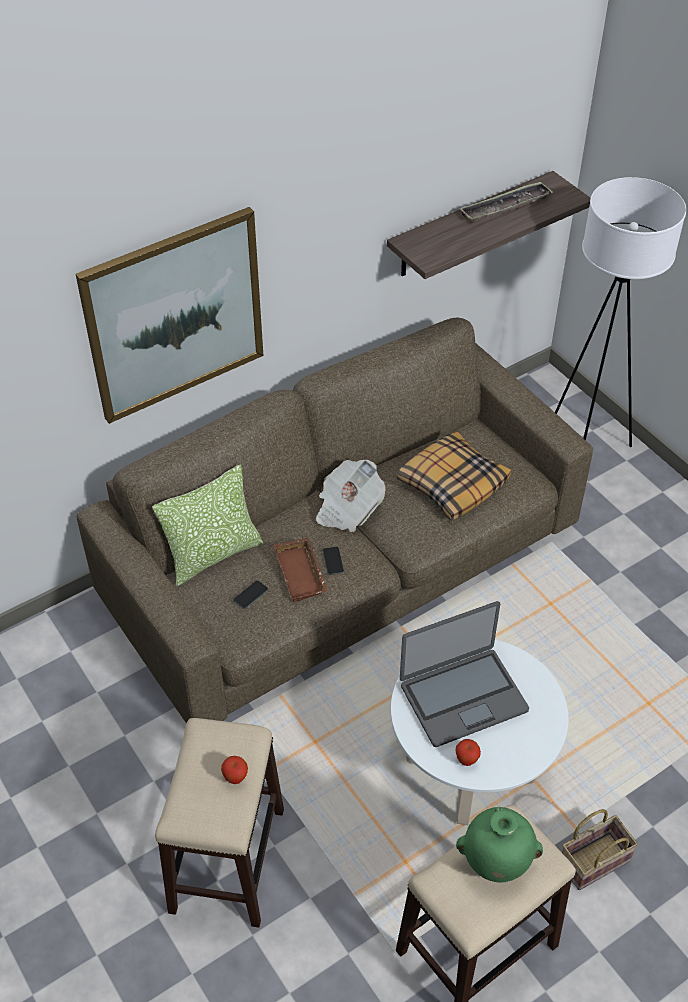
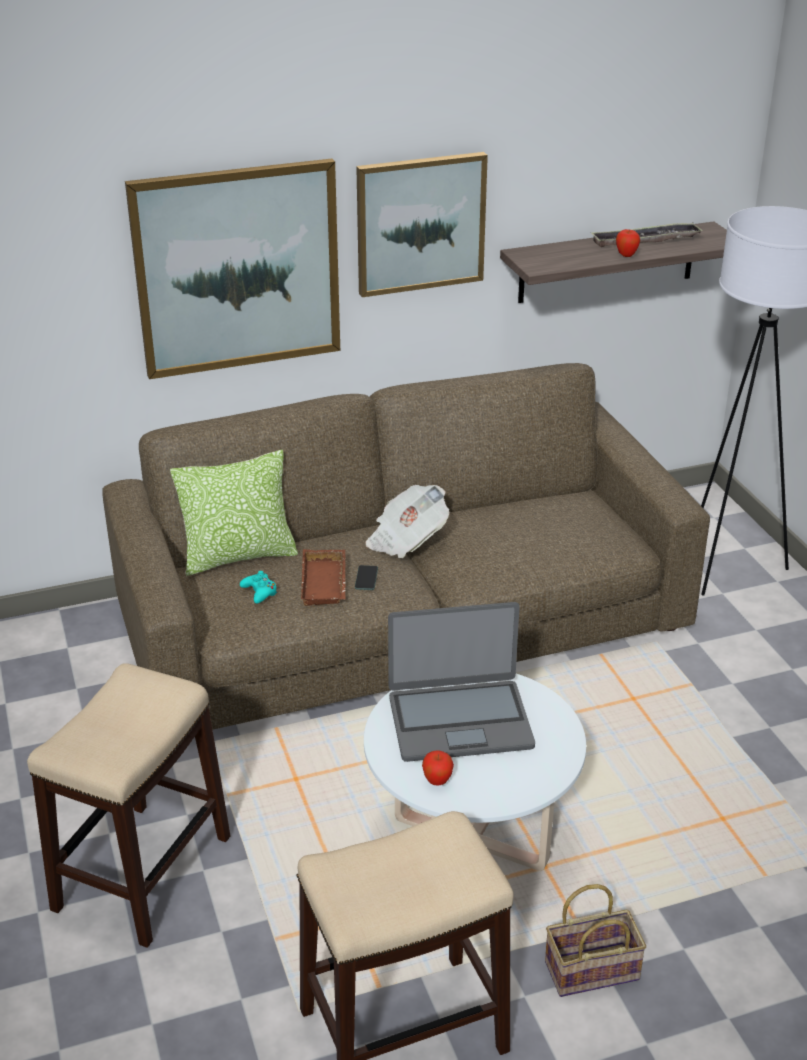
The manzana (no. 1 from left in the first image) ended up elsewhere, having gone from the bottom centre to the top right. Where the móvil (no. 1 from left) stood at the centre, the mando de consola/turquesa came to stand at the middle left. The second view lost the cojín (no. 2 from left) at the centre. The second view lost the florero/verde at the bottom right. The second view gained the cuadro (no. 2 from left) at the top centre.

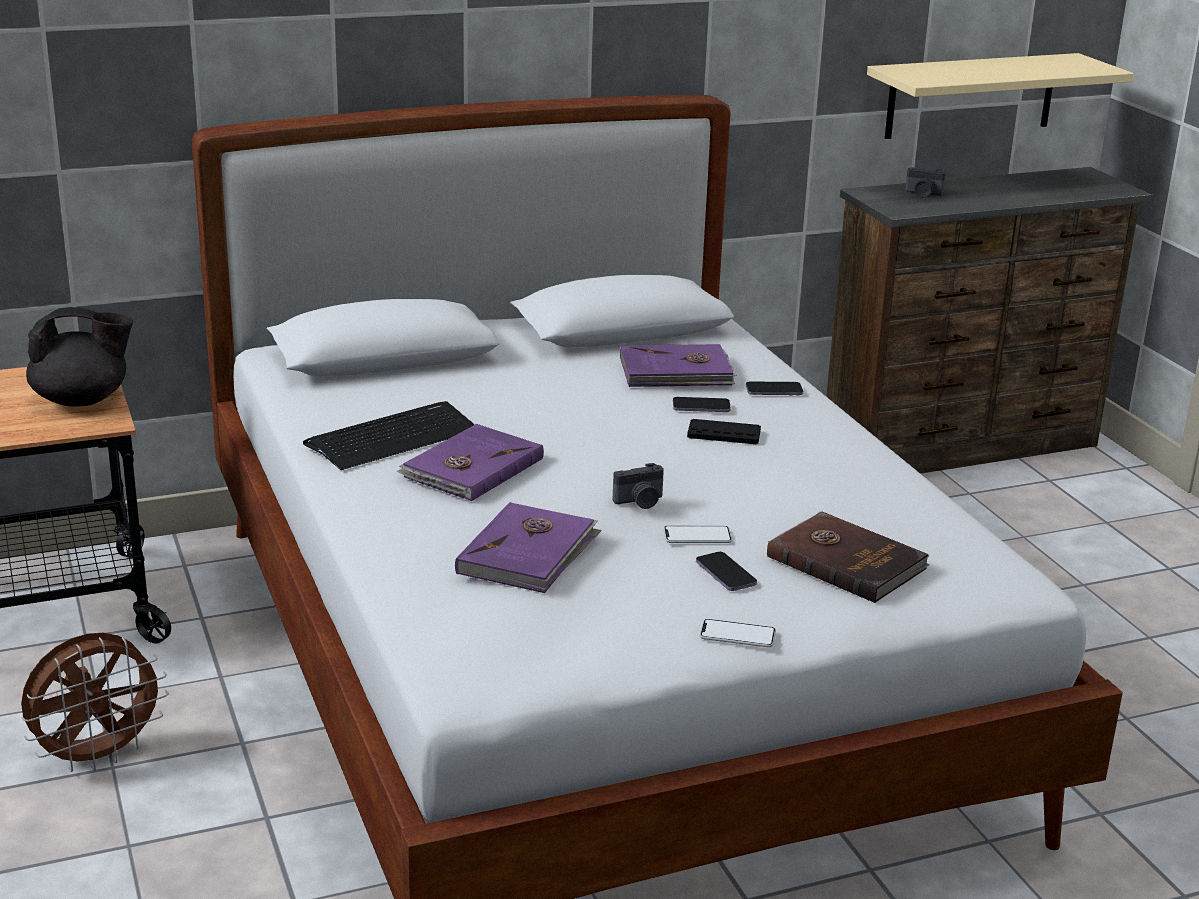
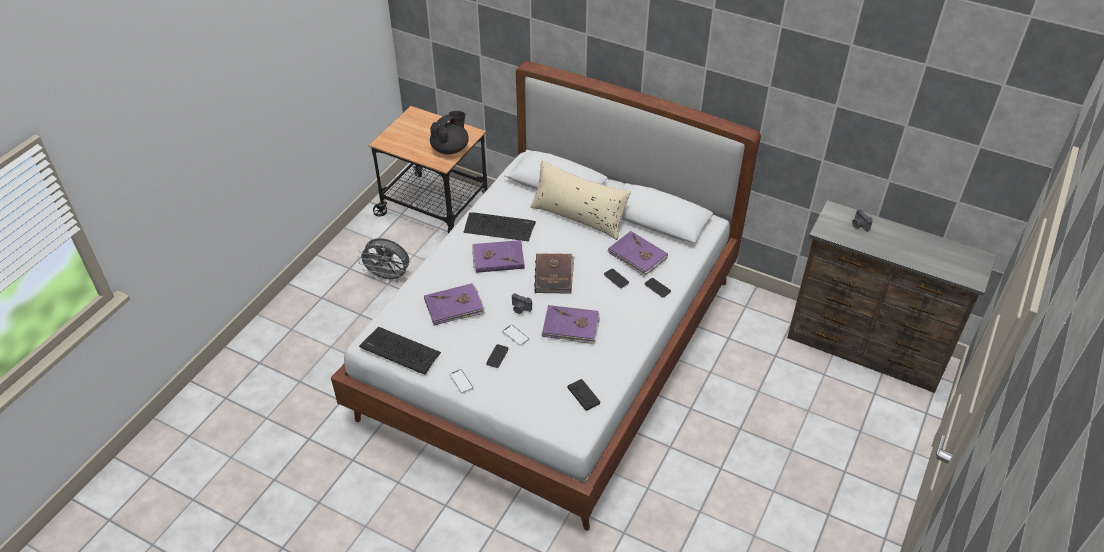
What was the ventilador/marrón at the bottom left turned into the ventilador/gris at the centre. The tetera/negro at the middle left ended up facing another way, 90 degrees counterclockwise from before. The mando de consola/negro ended up elsewhere, having gone from the centre to the bottom centre. The libro/marrón ended up elsewhere, having gone from the middle right to the centre. The second view lost the estante/beis at the top right. The second view gained the teclado (no. 1 from left) at the centre. The second view gained the cojín/beis at the centre. The second view gained the libro/morado (no. 3 from left) at the centre.

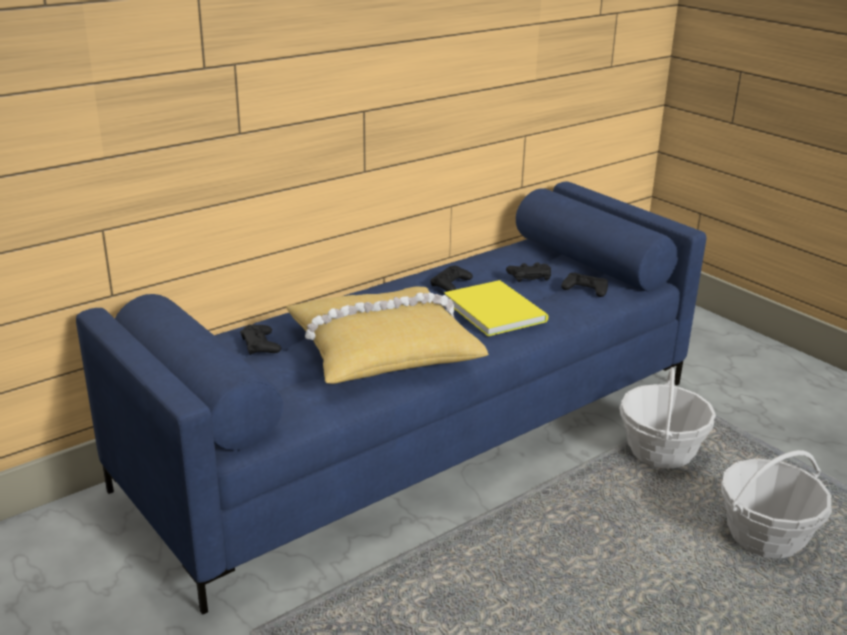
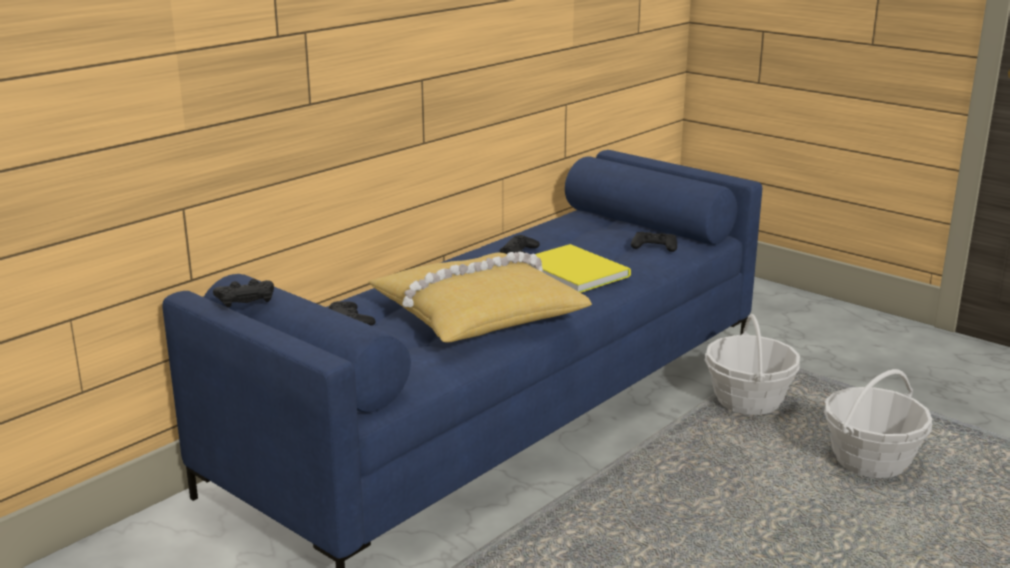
The mando de consola/negro (no. 3 from left in the first image) ended up elsewhere, having gone from the centre to the middle left.

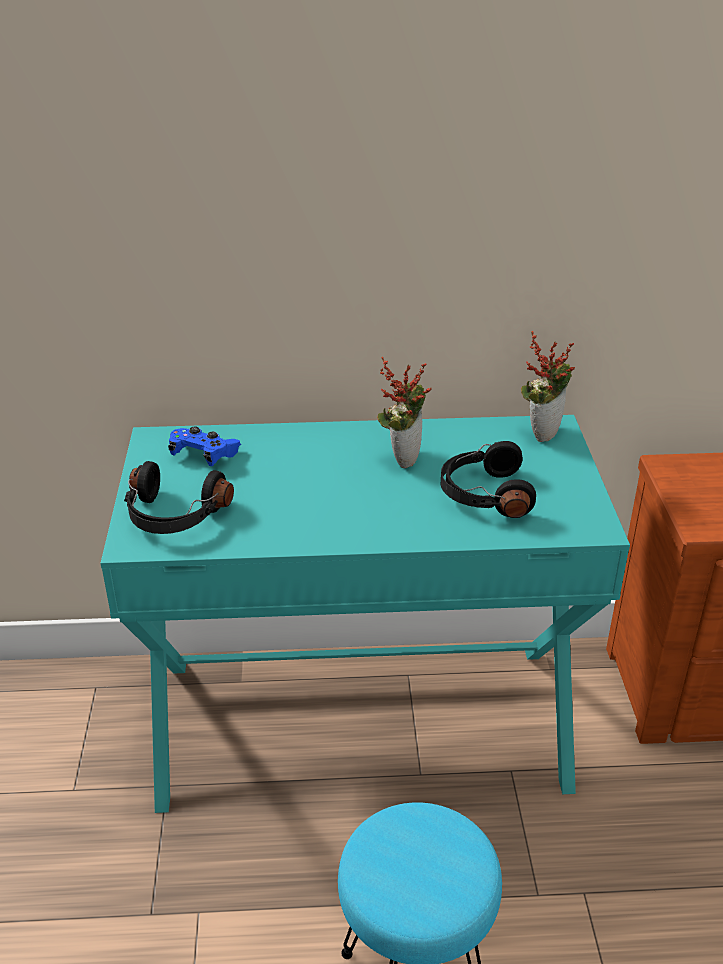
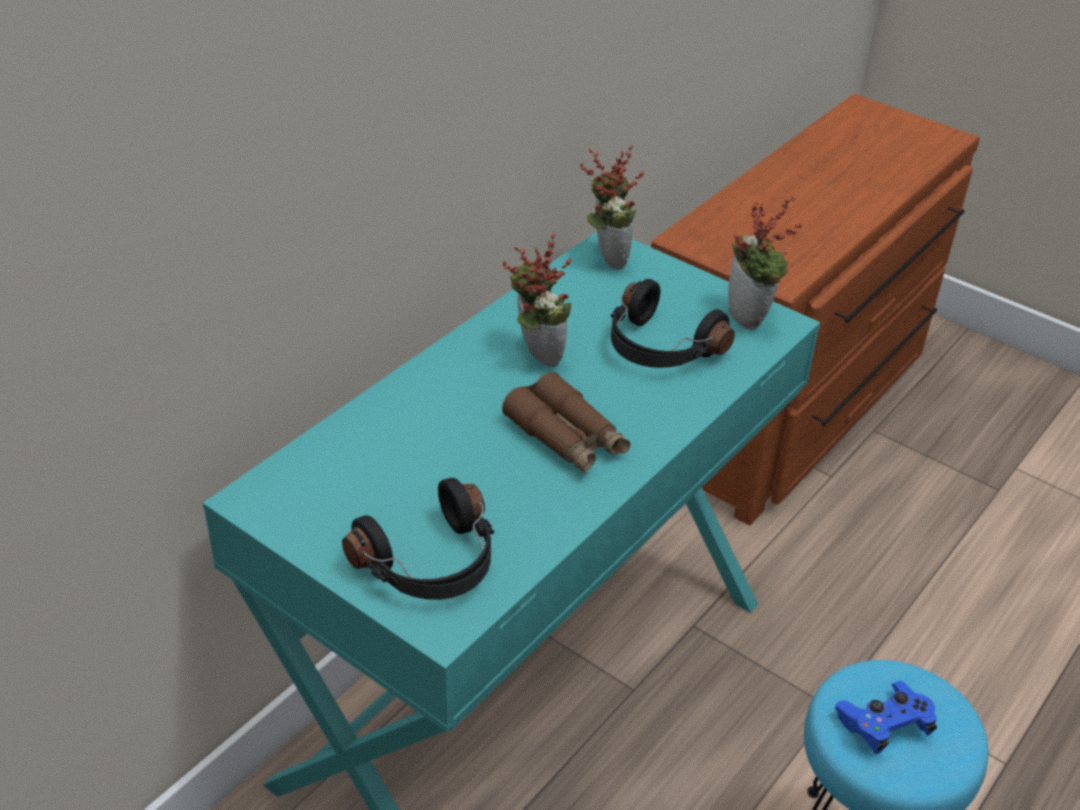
The mando de consola/azul ended up elsewhere, having gone from the middle left to the bottom right. The second view gained the prismáticos/marrón at the centre. The second view gained the planta en maceta (no. 3 from left) at the top right.

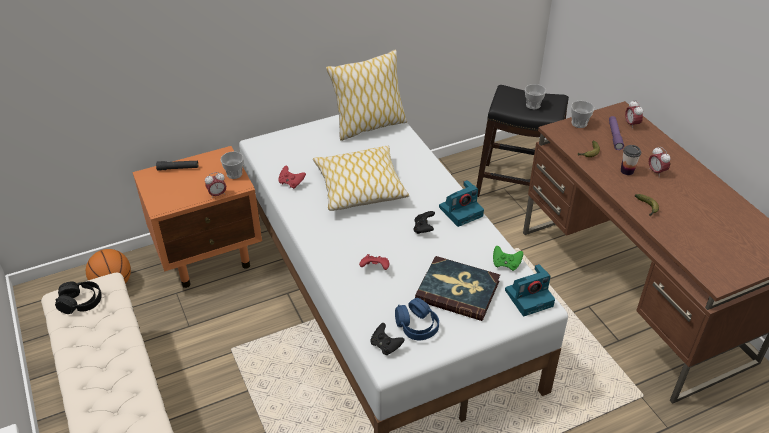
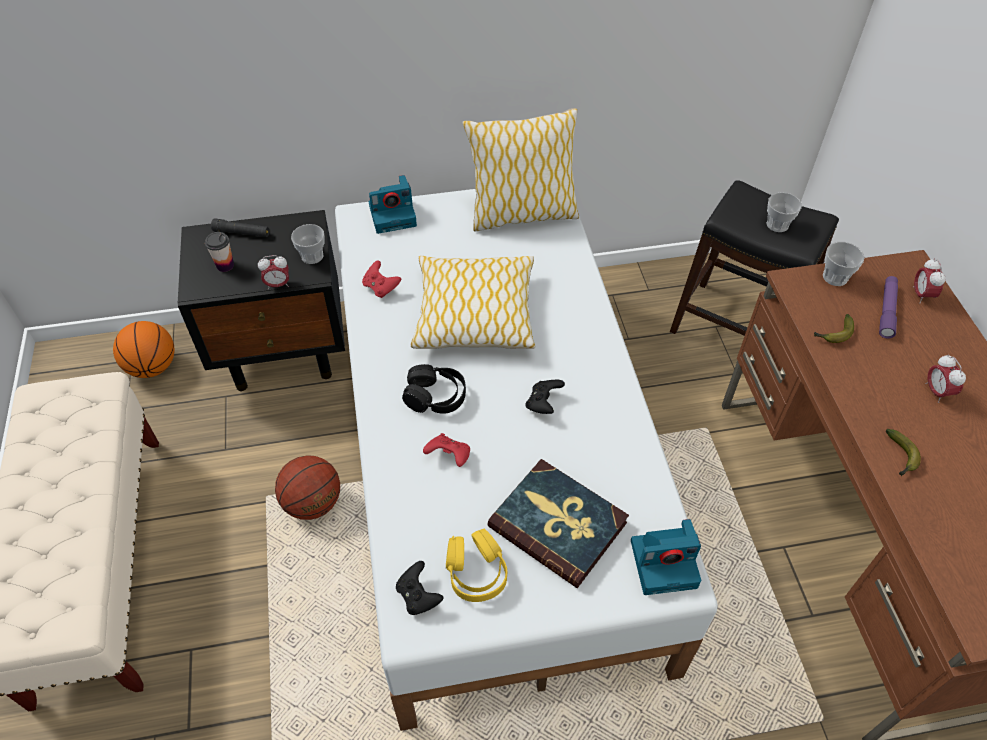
The auriculares/negro ended up elsewhere, having gone from the bottom left to the centre. What was the mesita de noche/naranja at the middle left turned into the mesita de noche/negro at the middle left. What was the auriculares/azul at the bottom centre turned into the auriculares/amarillo at the bottom centre. The cámara (no. 1 from left) ended up elsewhere, having gone from the centre to the top centre. The second view lost the mando de consola/verde at the centre. The taza (no. 4 from left in the first image) ended up elsewhere, having gone from the middle right to the middle left. The second view gained the balón de baloncesto (no. 2 from left) at the middle left.

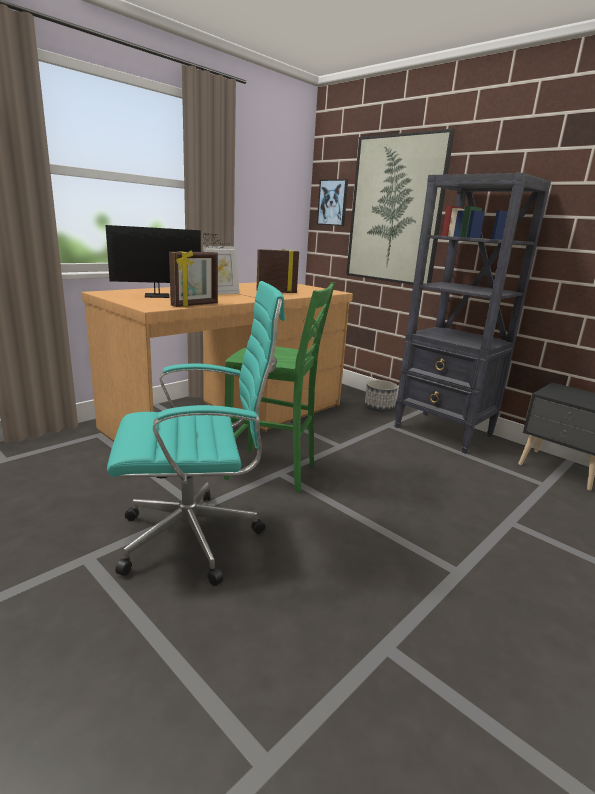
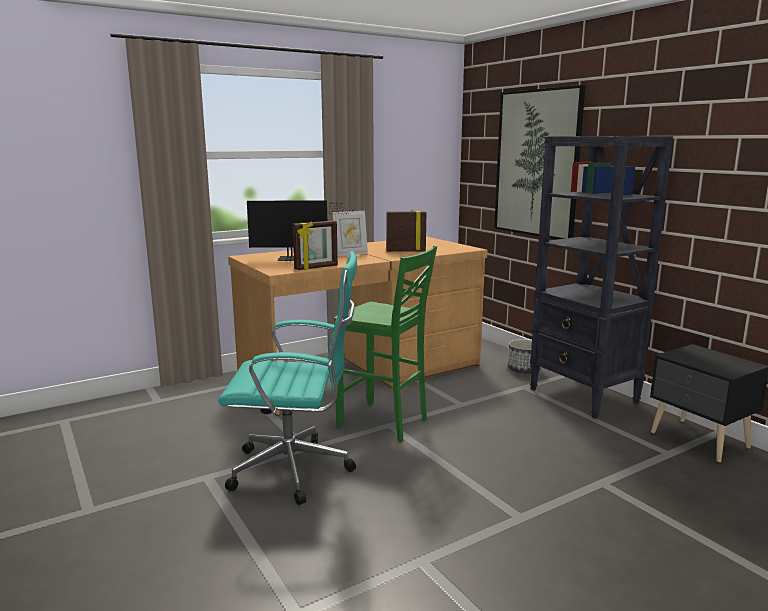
The second view lost the cuadro (no. 1 from left) at the top centre.

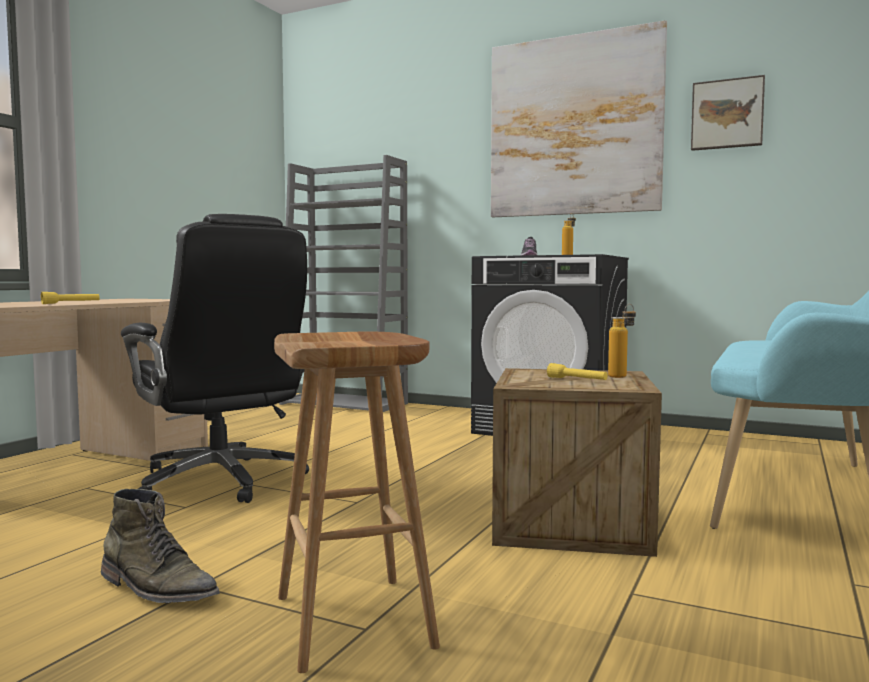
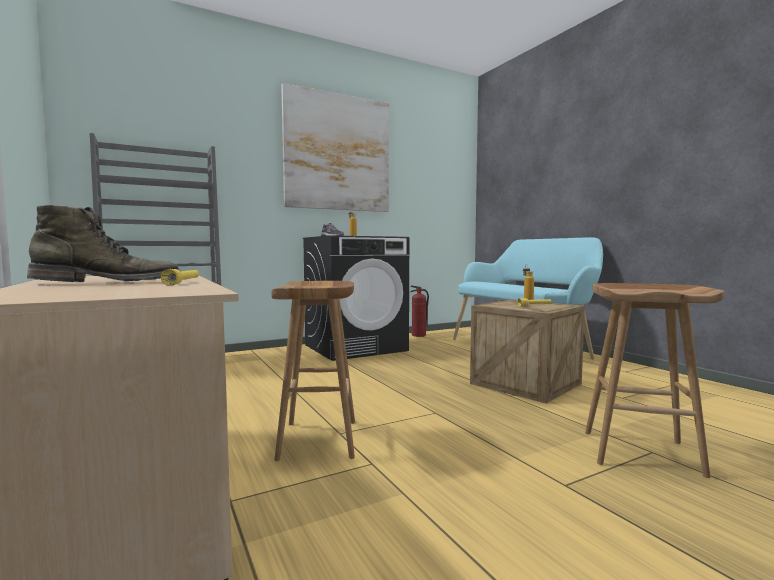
The bota/verde ended up elsewhere, having gone from the bottom left to the middle left. Where the silla de oficina/negro stood at the middle left, the taburete/marrón (no. 1 from left) came to stand at the centre. The second view lost the cuadro (no. 2 from left) at the top right. The second view gained the extintor at the centre.

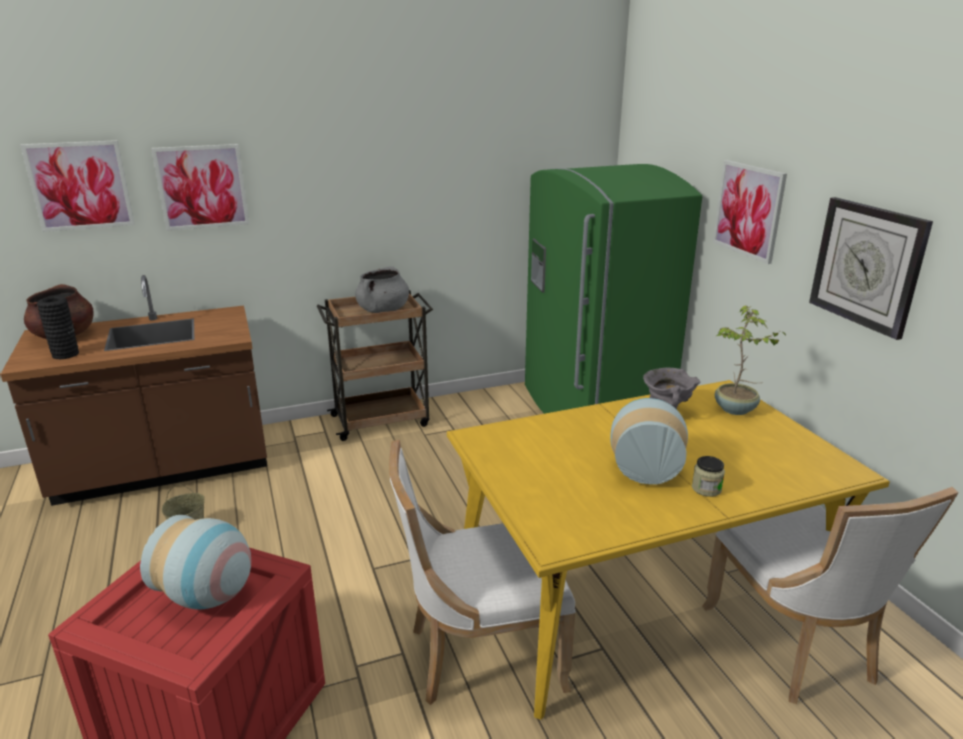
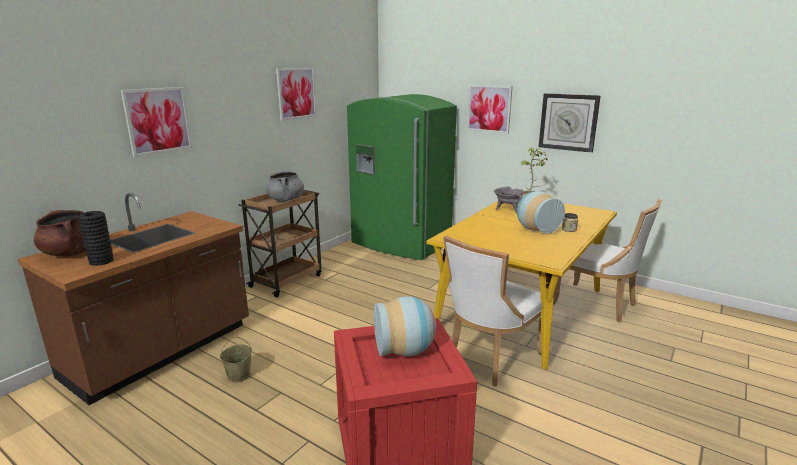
The cuadro (no. 1 from left in the first image) ended up elsewhere, having gone from the top left to the top centre.

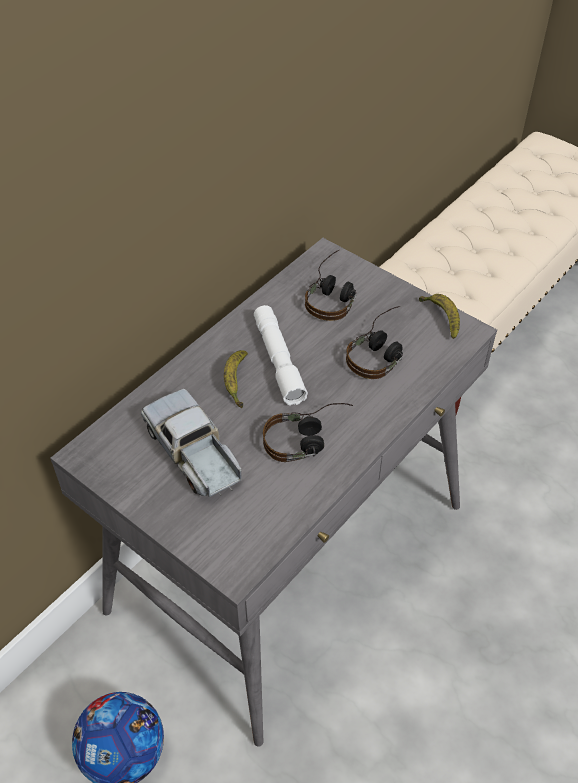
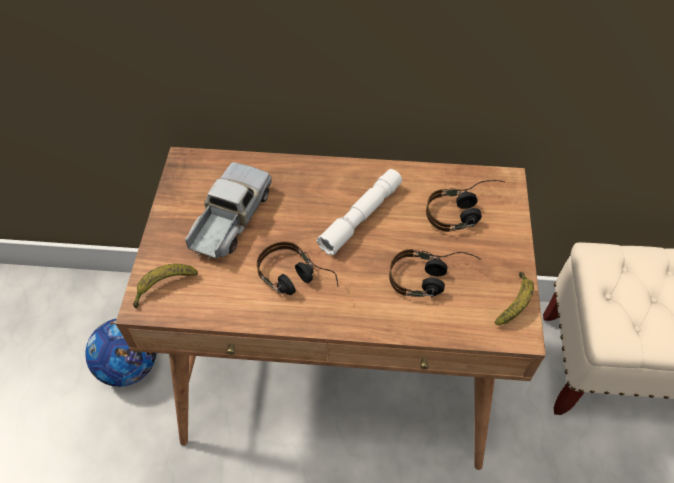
What was the escritorio/gris at the centre turned into the escritorio/marrón at the centre. The plátano (no. 1 from left) ended up elsewhere, having gone from the centre to the middle left.

